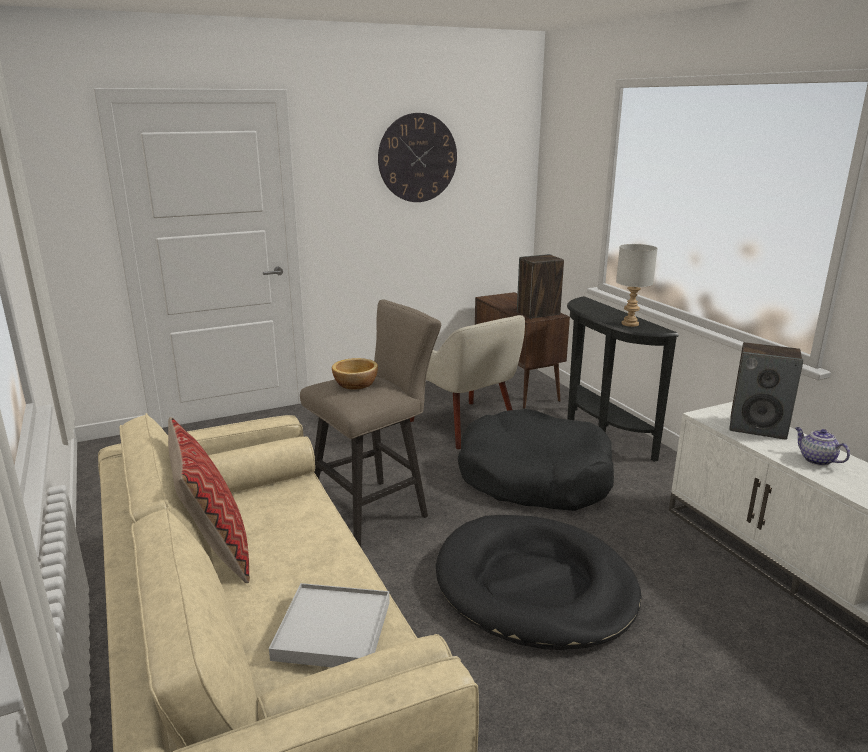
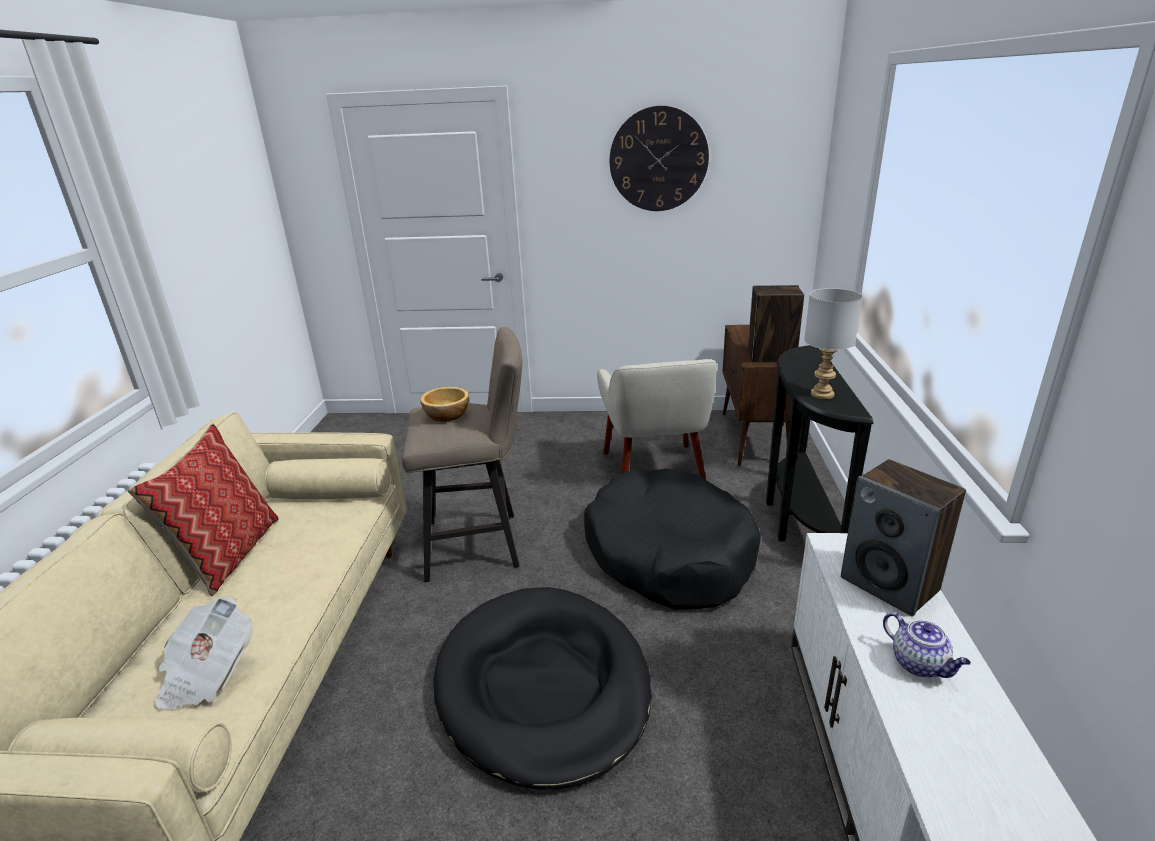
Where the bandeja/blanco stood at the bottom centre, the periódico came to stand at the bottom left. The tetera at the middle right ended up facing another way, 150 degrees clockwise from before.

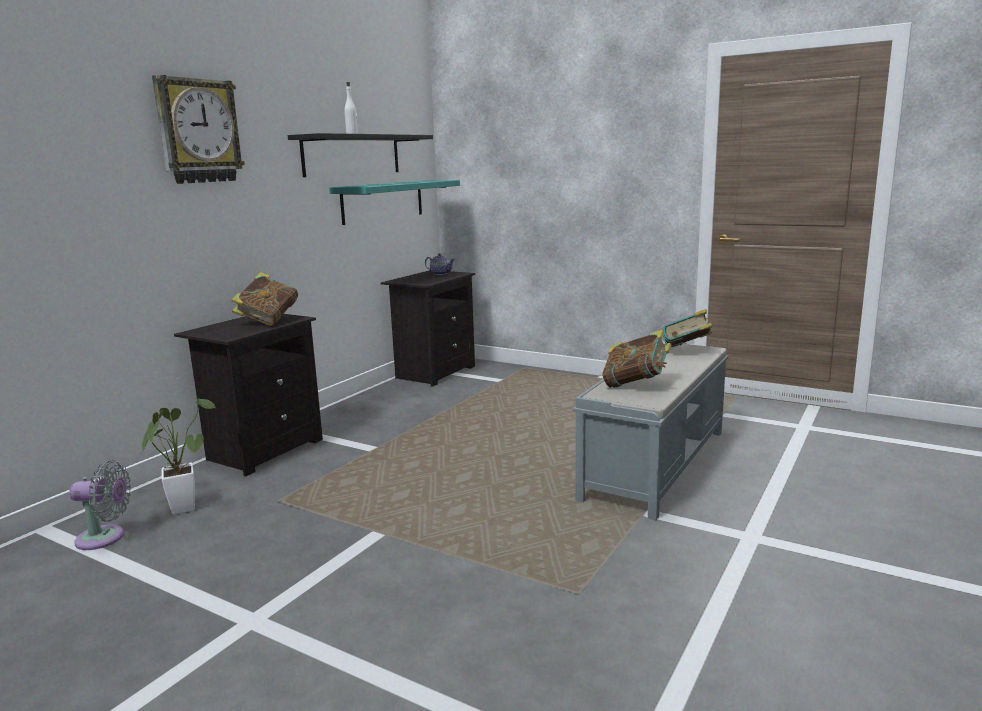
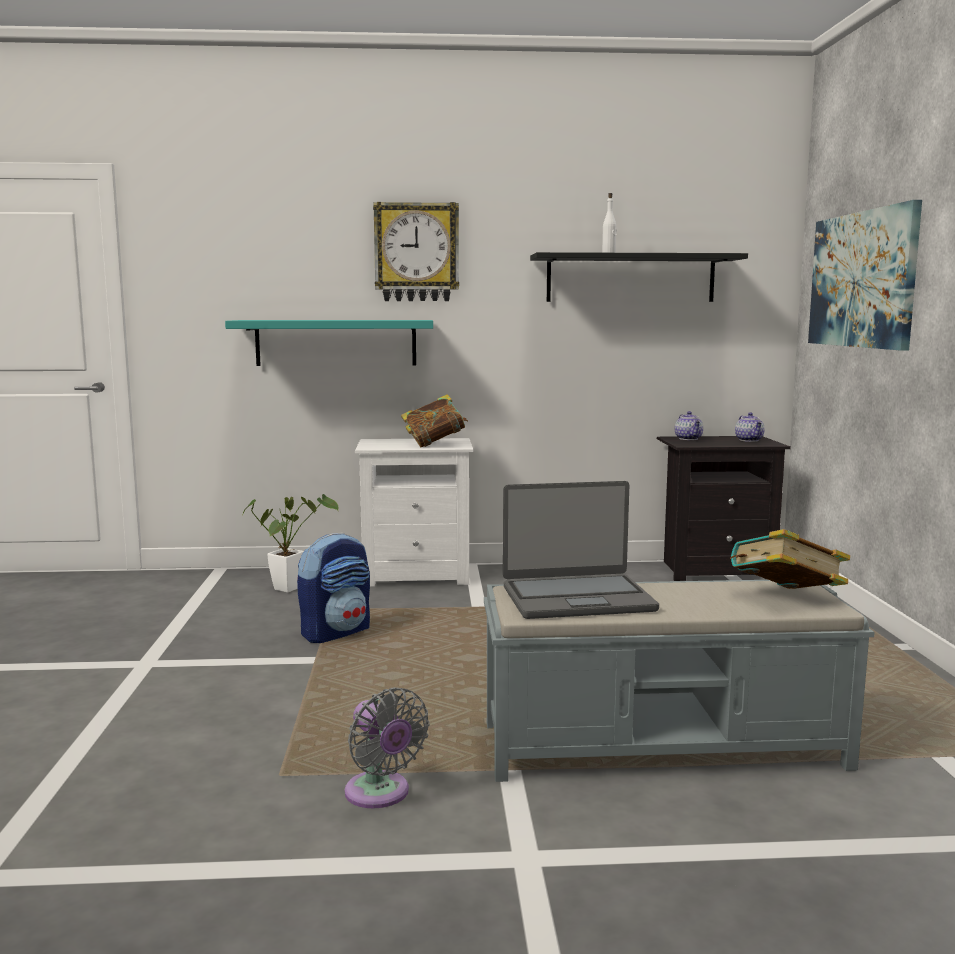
The ventilador/gris ended up elsewhere, having gone from the bottom left to the bottom centre. What was the mesita de noche/negro (no. 1 from left) at the middle left turned into the mesita de noche/blanco at the centre. The estante/turquesa ended up elsewhere, having gone from the top centre to the centre. Where the libro (no. 2 from left) stood at the centre, the portátil came to stand at the centre. The second view gained the mochila at the centre. The second view gained the tetera (no. 1 from left) at the middle right. The second view gained the cuadro at the top right.

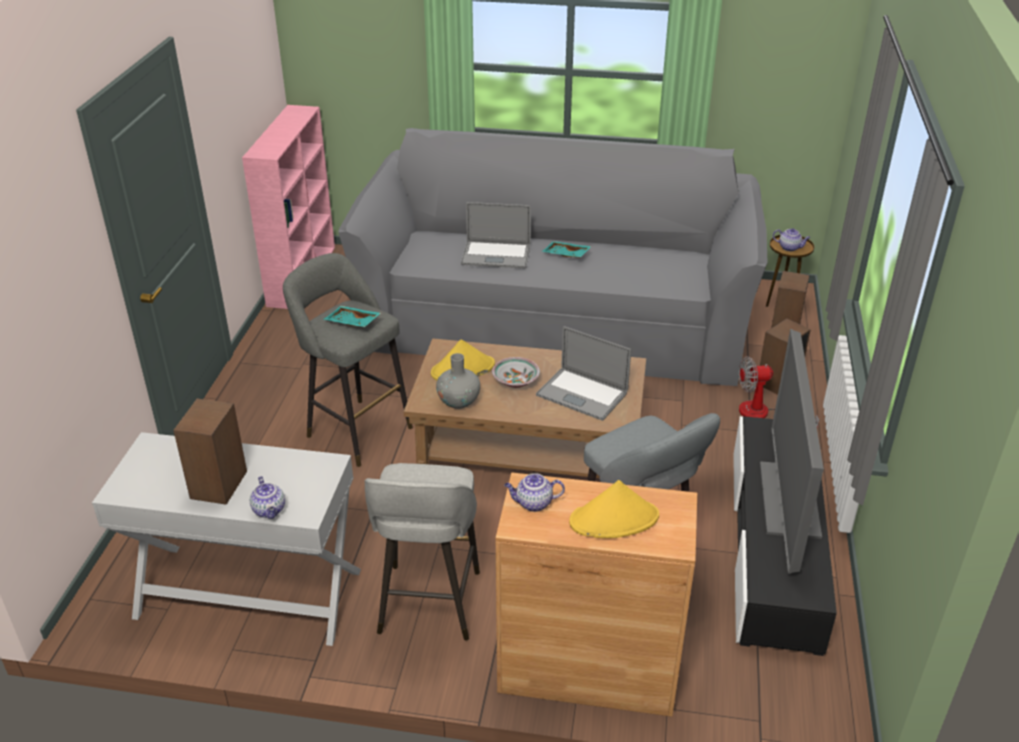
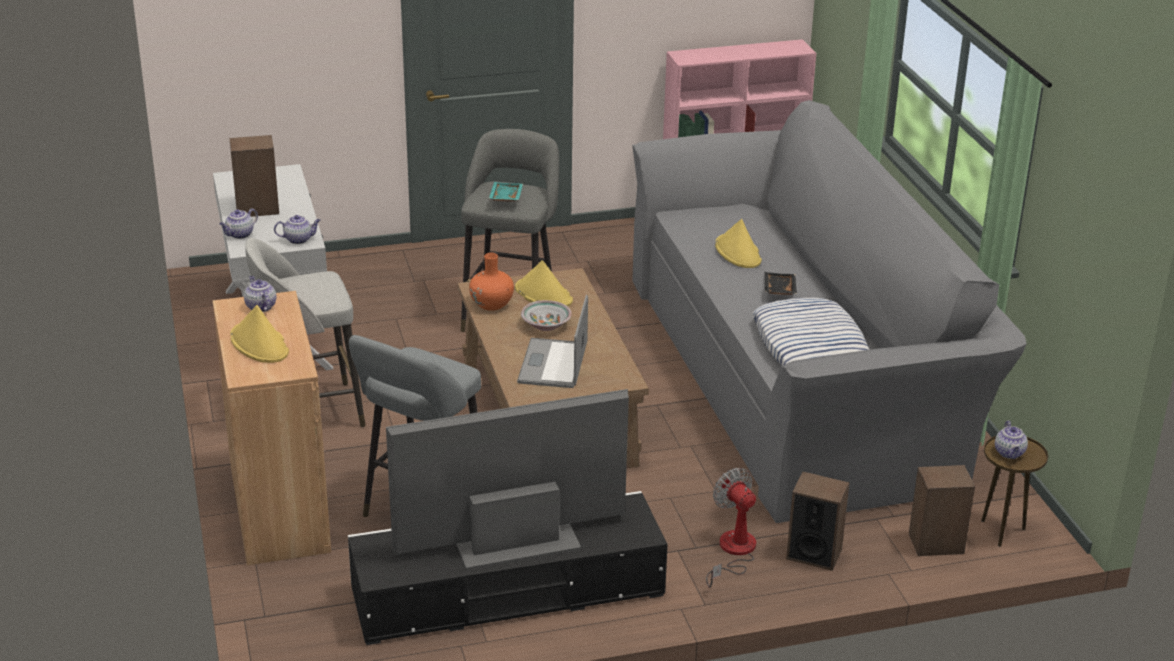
What was the florero/gris at the centre turned into the florero/naranja at the centre. Where the portátil (no. 1 from left) stood at the top centre, the sombrero/amarillo (no. 3 from left) came to stand at the centre. What was the bandeja/turquesa (no. 2 from left) at the centre turned into the bandeja/negro at the centre. The second view gained the tetera (no. 3 from left) at the middle left. The second view gained the cojín at the middle right.

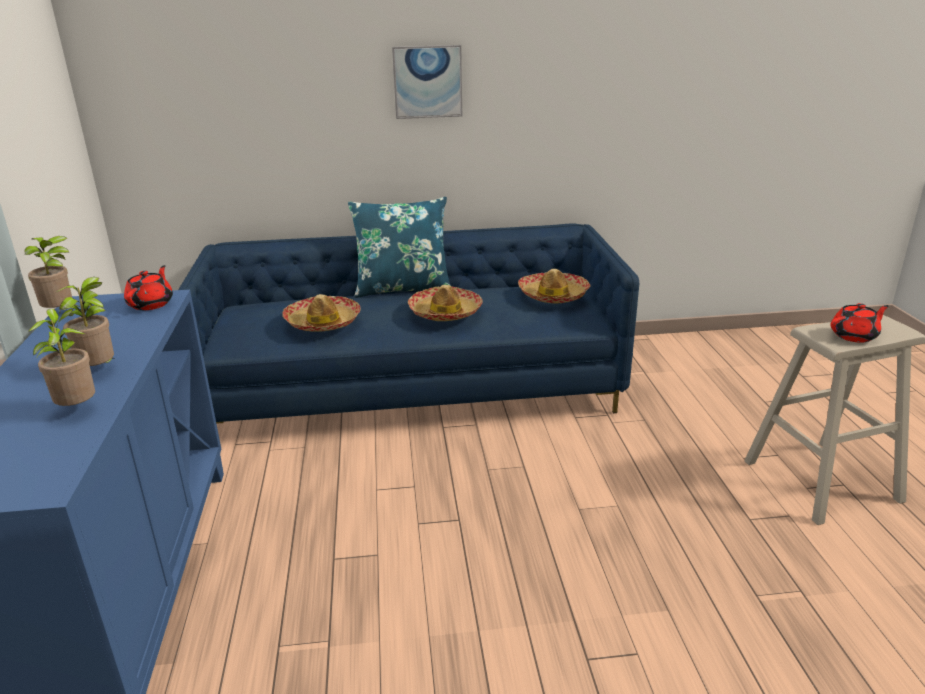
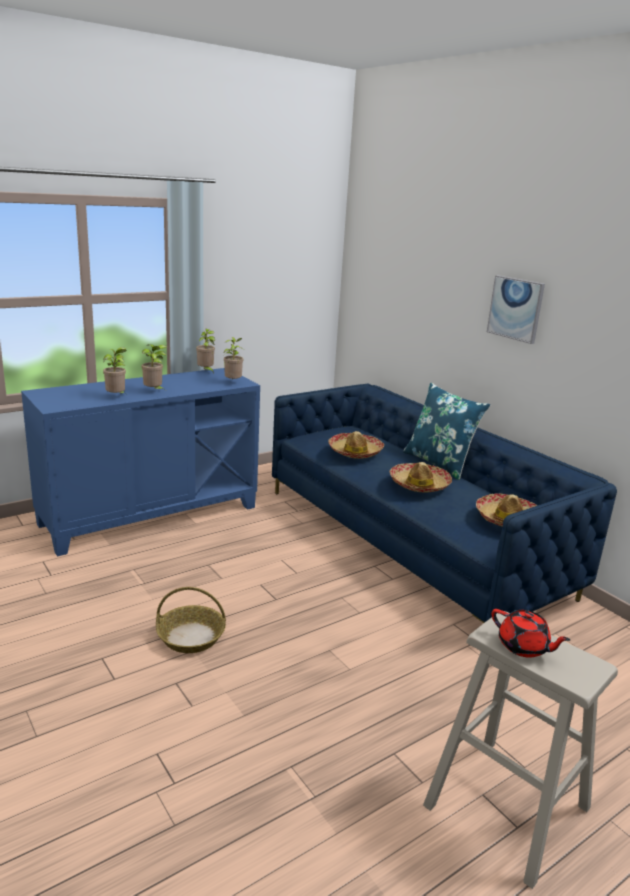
Where the tetera/rojo (no. 1 from left) stood at the middle left, the planta en maceta (no. 4 from left) came to stand at the centre. The second view gained the cesta at the bottom left.

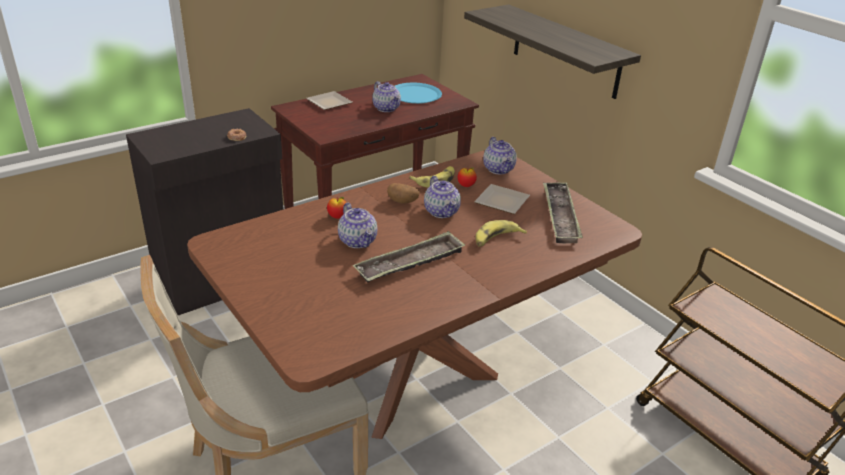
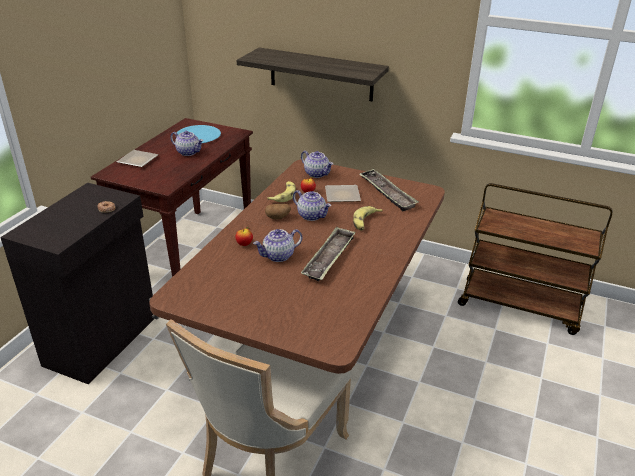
The tetera (no. 1 from left in the first image) at the centre ended up facing another way, 120 degrees clockwise from before.

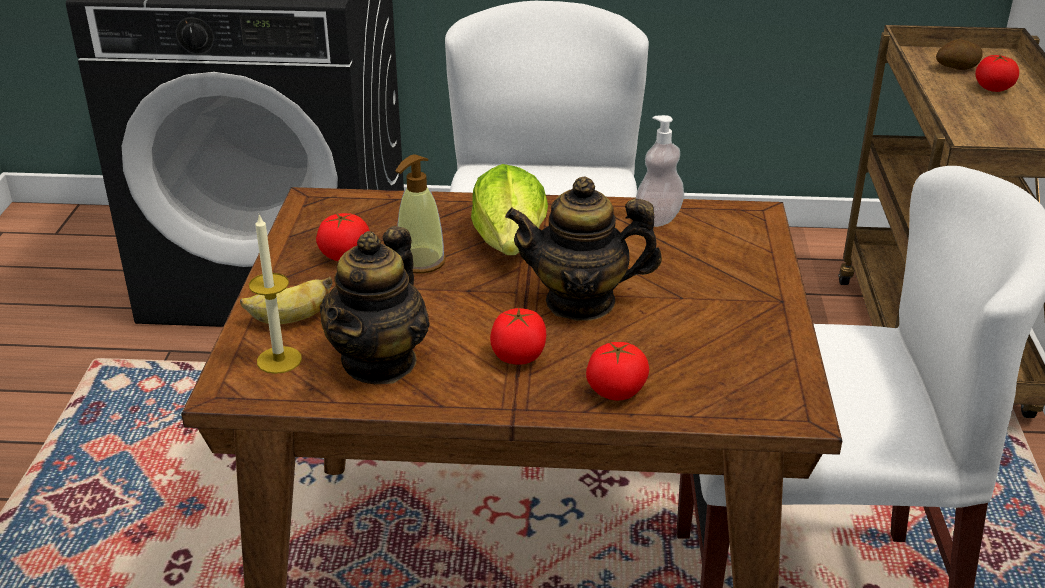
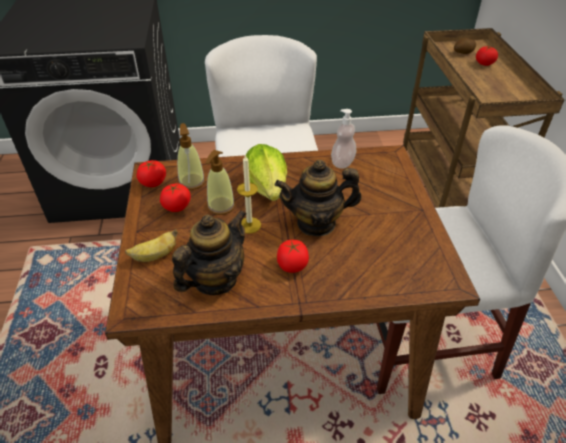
The vela ended up elsewhere, having gone from the middle left to the centre. The tetera (no. 1 from left) at the centre ended up facing another way, 150 degrees counterclockwise from before. The tomate (no. 3 from left in the first image) ended up elsewhere, having gone from the centre to the middle left. The second view gained the dispensador de jabón (no. 1 from left) at the centre.

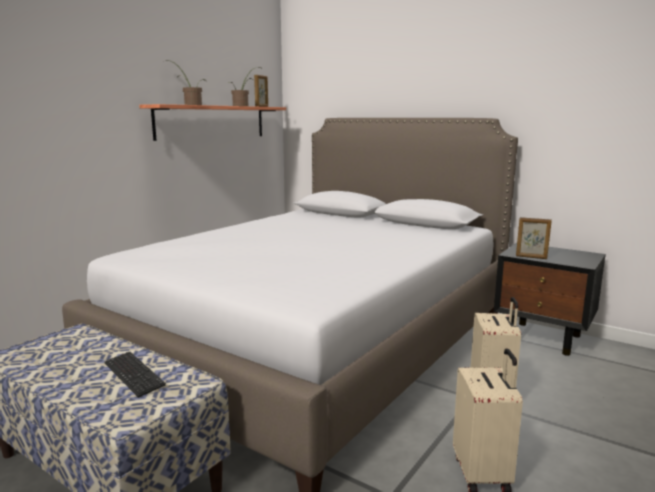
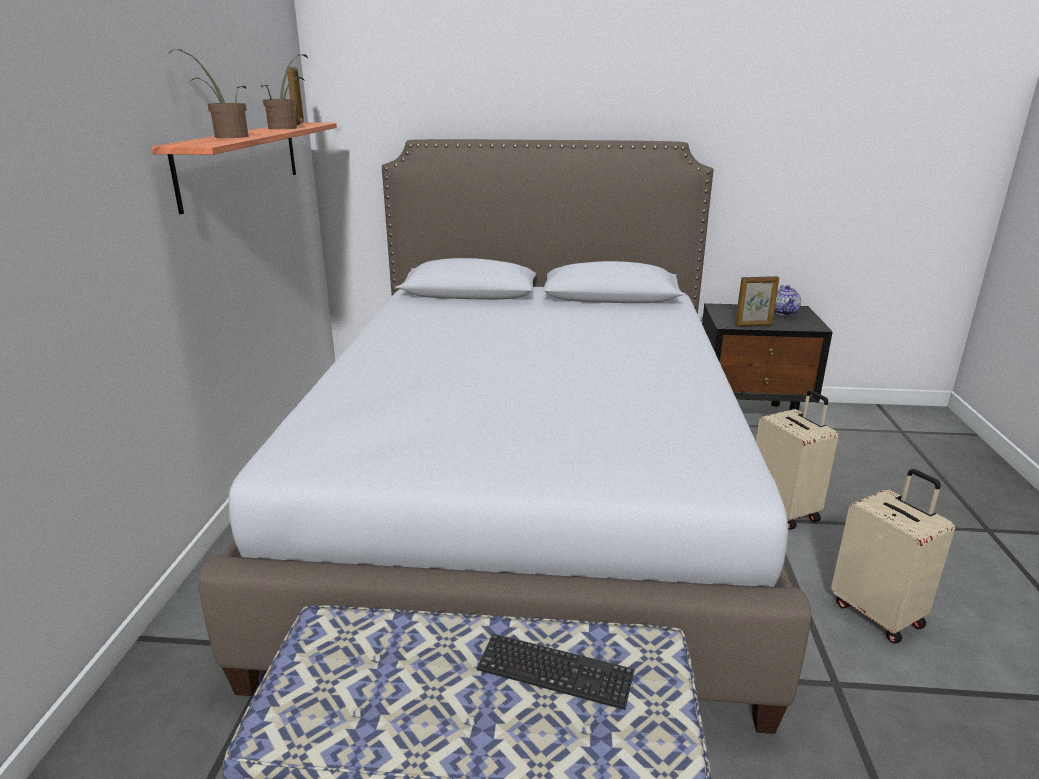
The second view gained the tetera at the middle right.

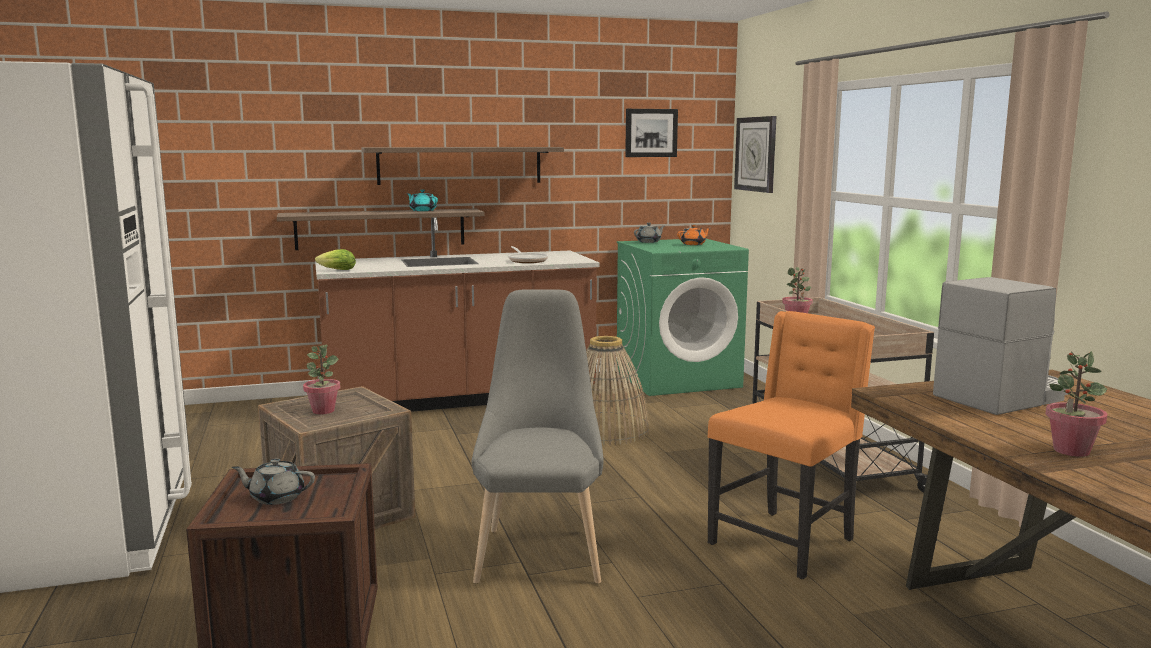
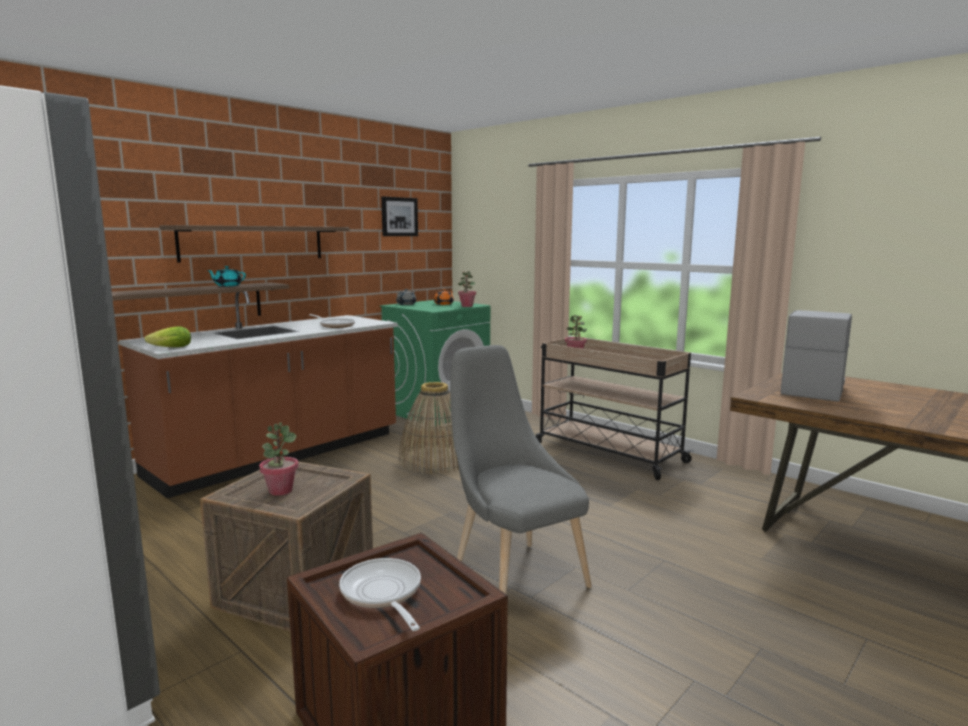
Where the tetera/gris (no. 1 from left) stood at the bottom left, the sartén (no. 2 from left) came to stand at the bottom centre. The second view lost the silla/naranja at the bottom right. The second view lost the reloj de pared at the top centre. The planta en maceta (no. 3 from left in the first image) ended up elsewhere, having gone from the middle right to the centre.

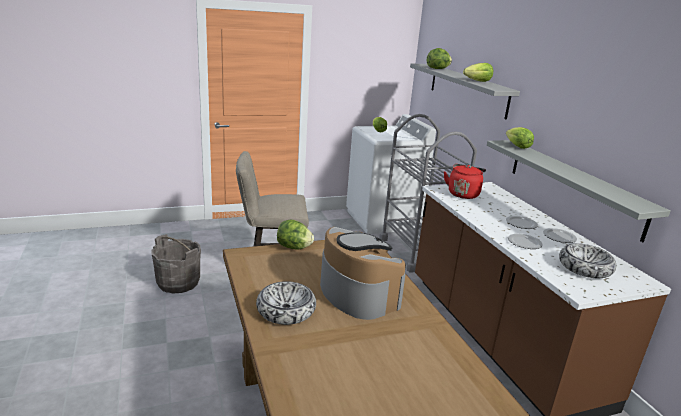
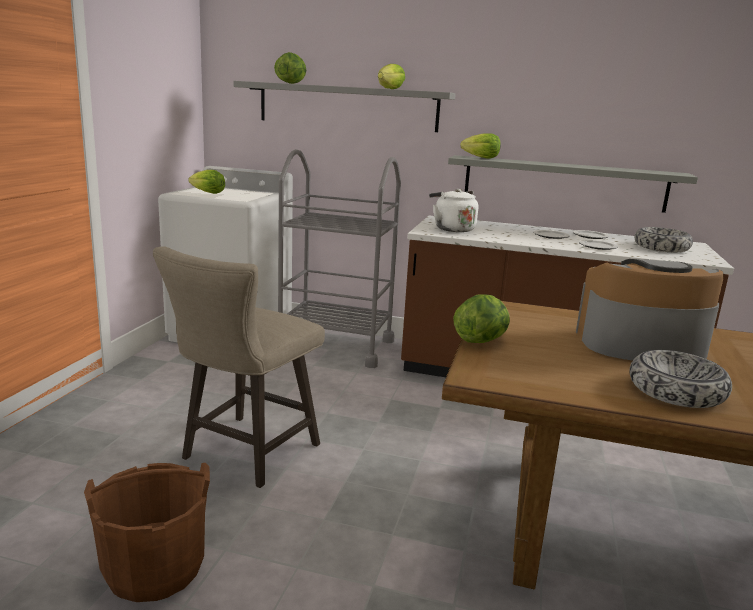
What was the cubo/gris at the middle left turned into the cubo/marrón at the bottom left. What was the hervidor/rojo at the middle right turned into the hervidor/blanco at the centre.

